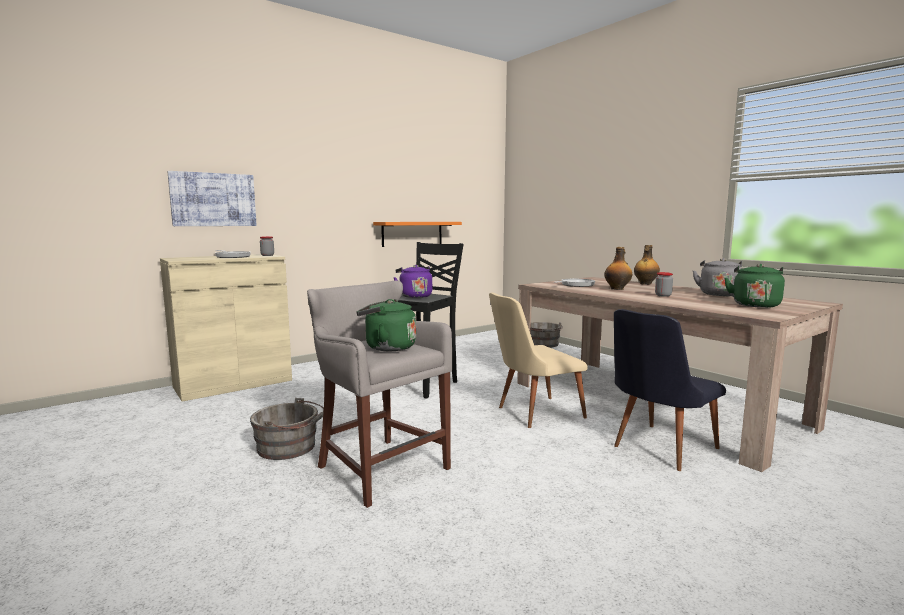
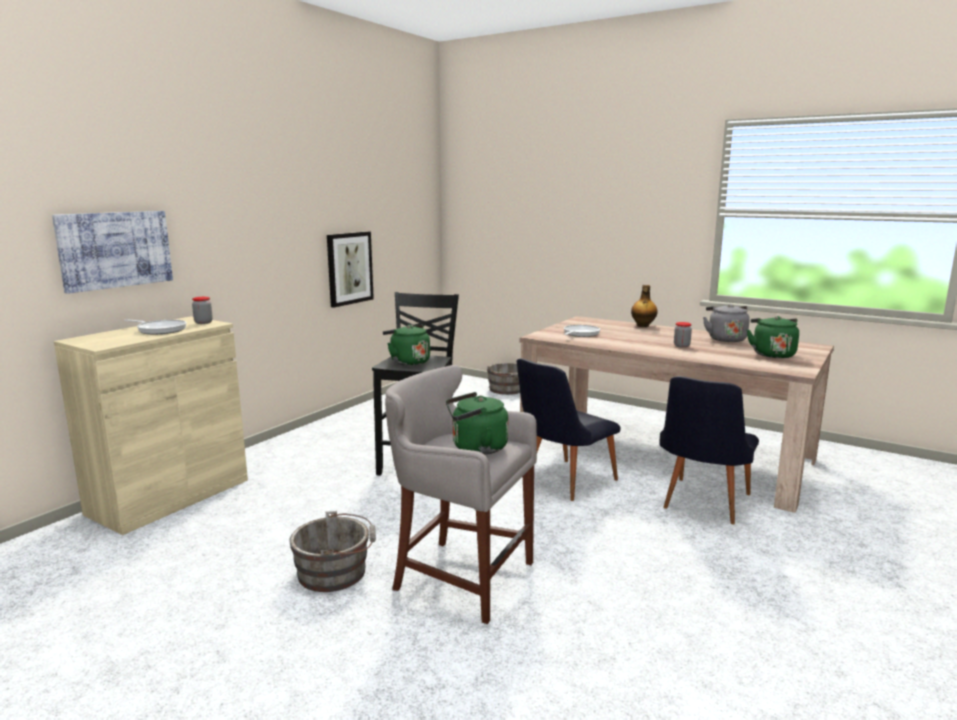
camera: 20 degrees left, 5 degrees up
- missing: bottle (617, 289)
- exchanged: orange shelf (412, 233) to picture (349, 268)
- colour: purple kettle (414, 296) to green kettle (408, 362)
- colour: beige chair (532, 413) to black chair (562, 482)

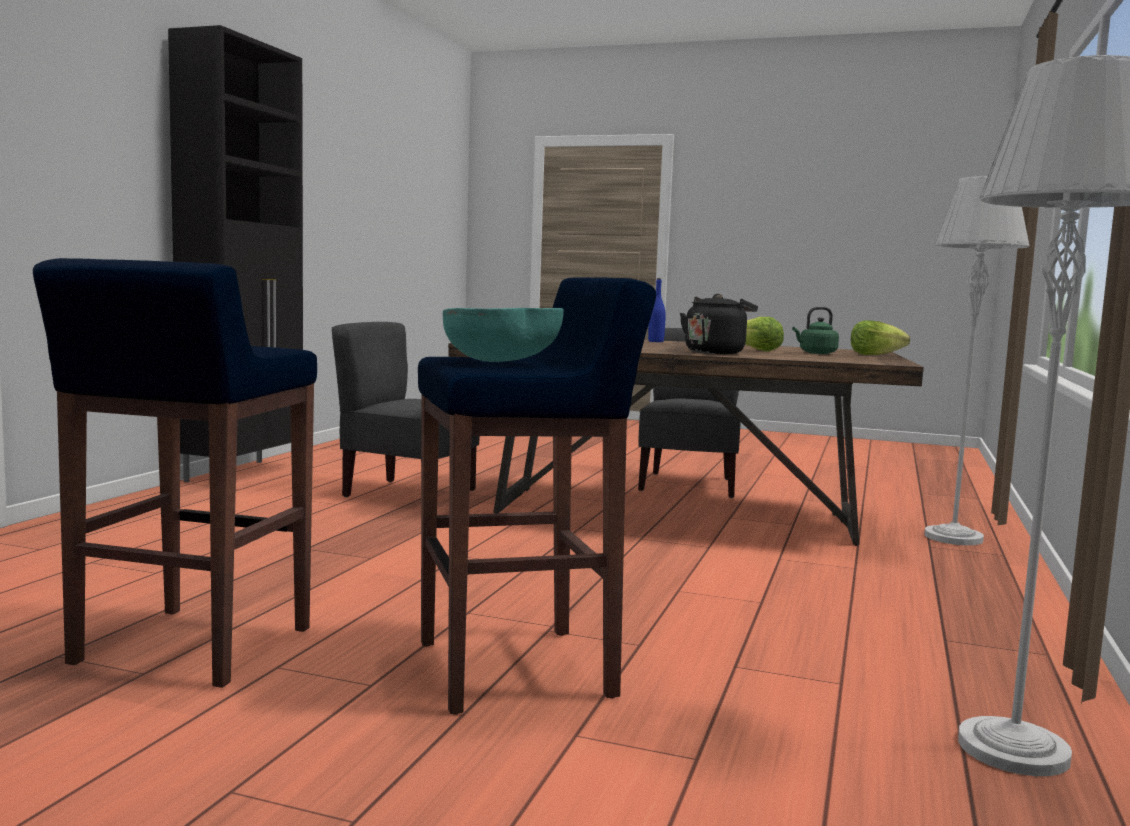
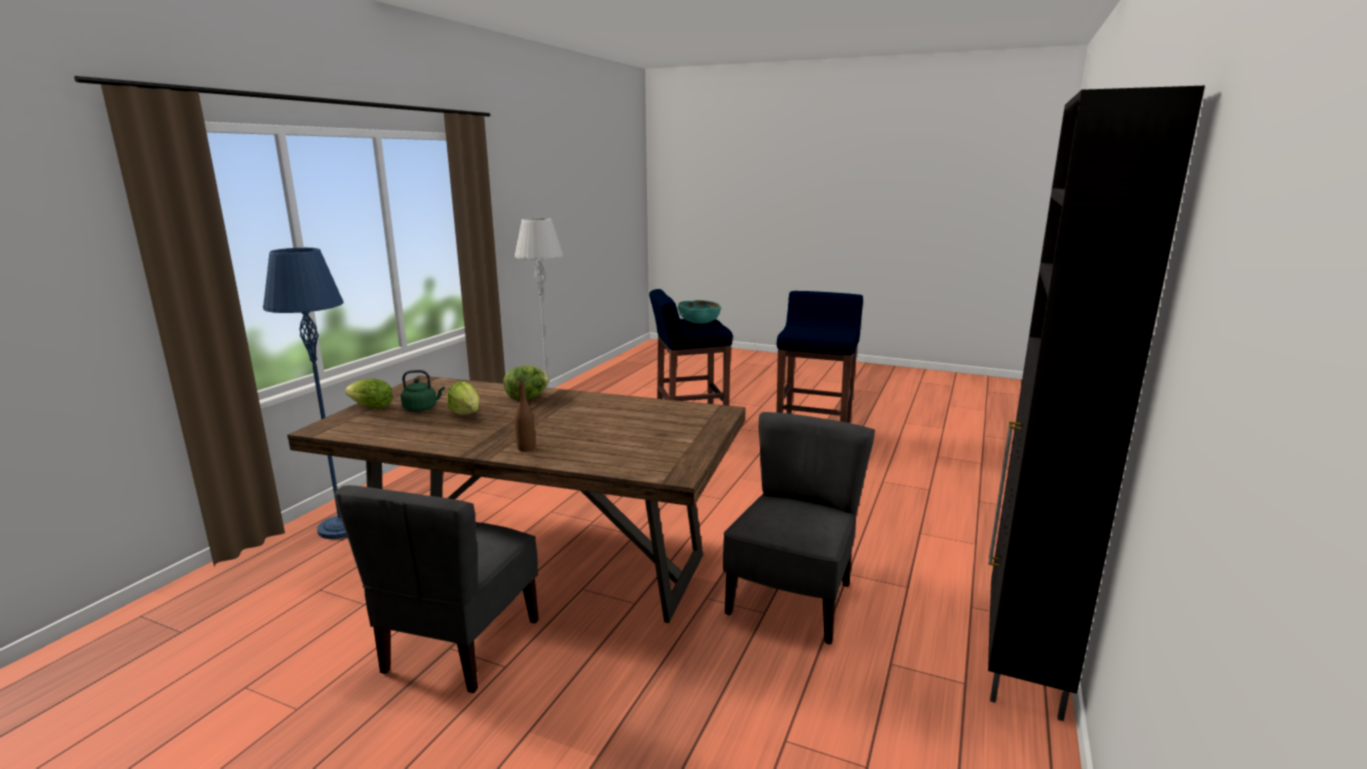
camera: 175 degrees left, 10 degrees up
- exchanged: black kettle (716, 352) to lettuce (527, 398)
- colour: blue bottle (655, 341) to brown bottle (526, 448)
- colour: grey floor lamp (953, 537) to blue floor lamp (341, 528)
- spun: grey chair (408, 494) = (792, 600) 90 degrees counterclockwise

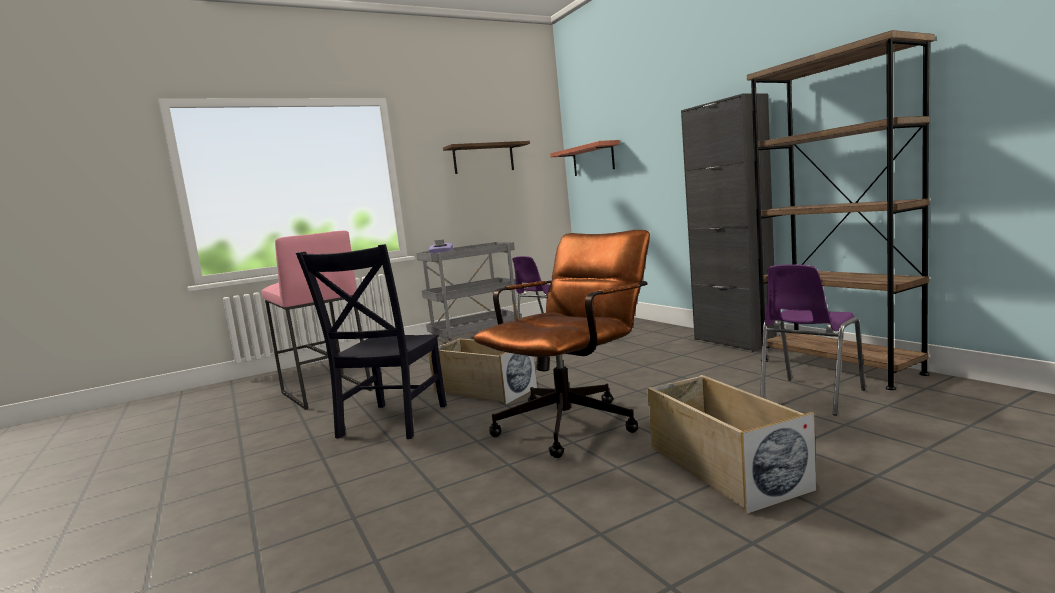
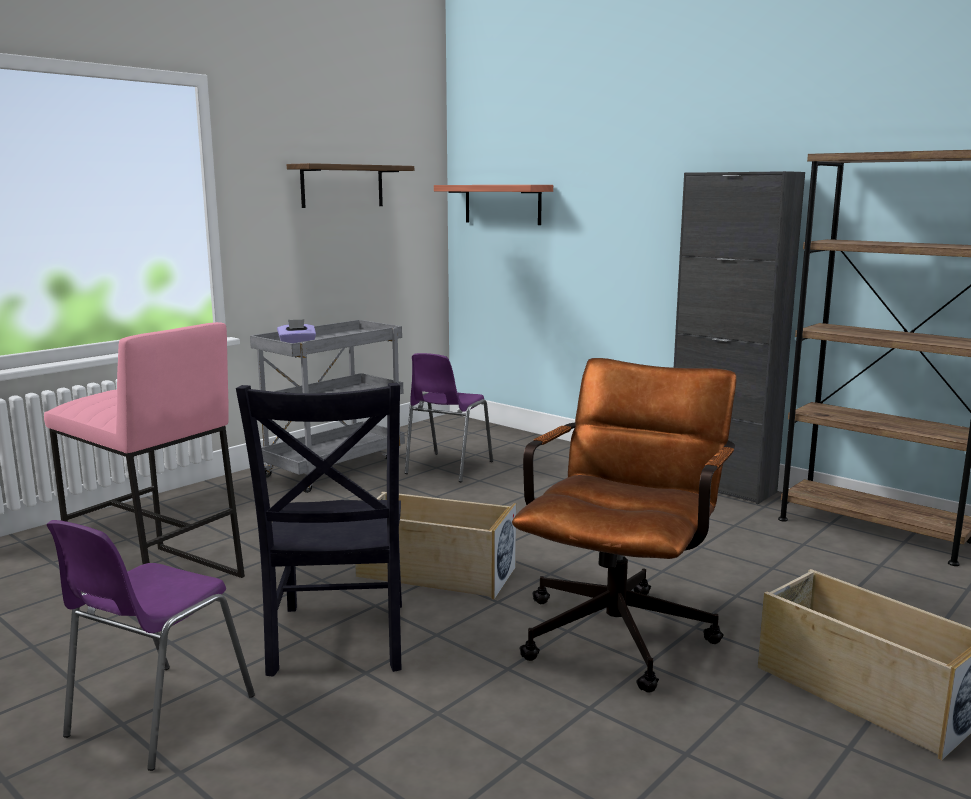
camera: 20 degrees left, 5 degrees up
- relocated: purple chair (809, 397) to (156, 717)

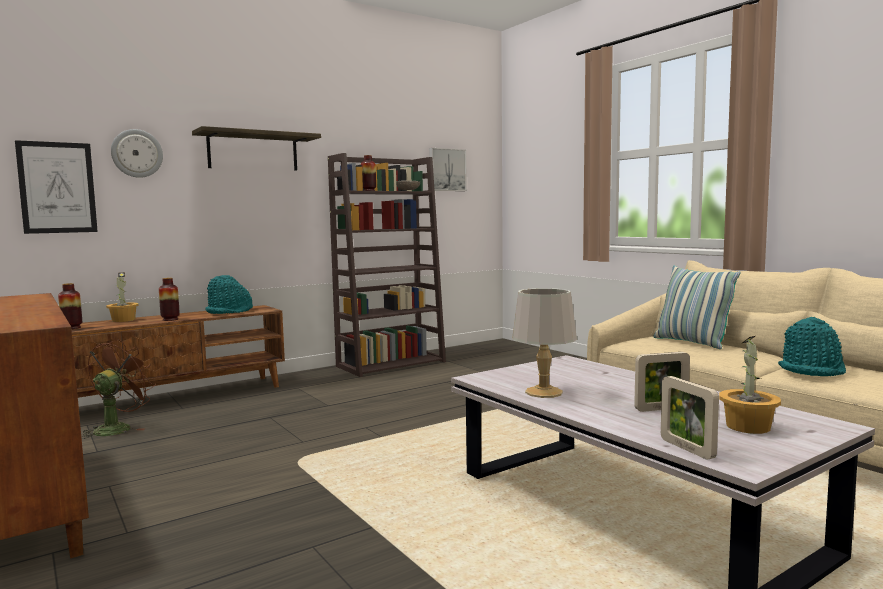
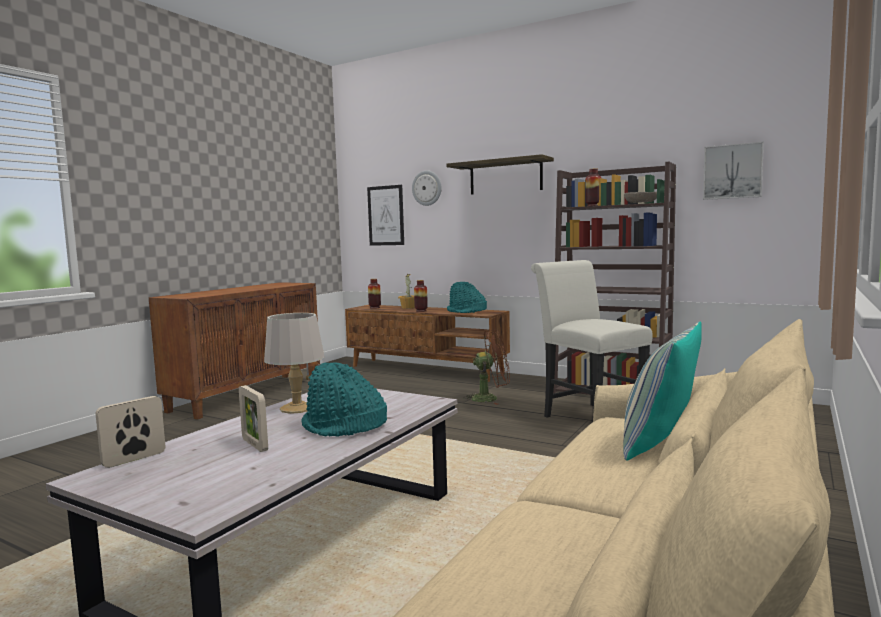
camera: 65 degrees right, 0 degrees up
- missing: potted plant (748, 427)
- appeared: white chair (589, 417)
- relocated: brown fan (118, 428) to (490, 398)
- relocated: turquoise hat (812, 370) to (344, 427)

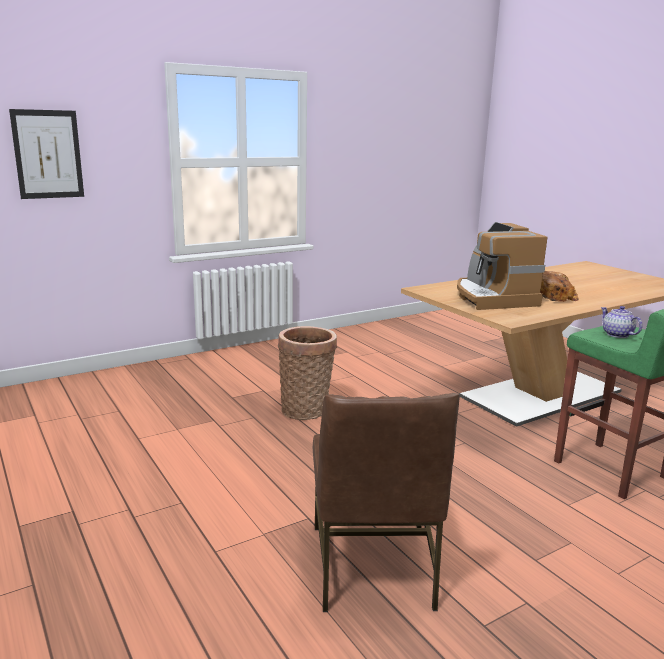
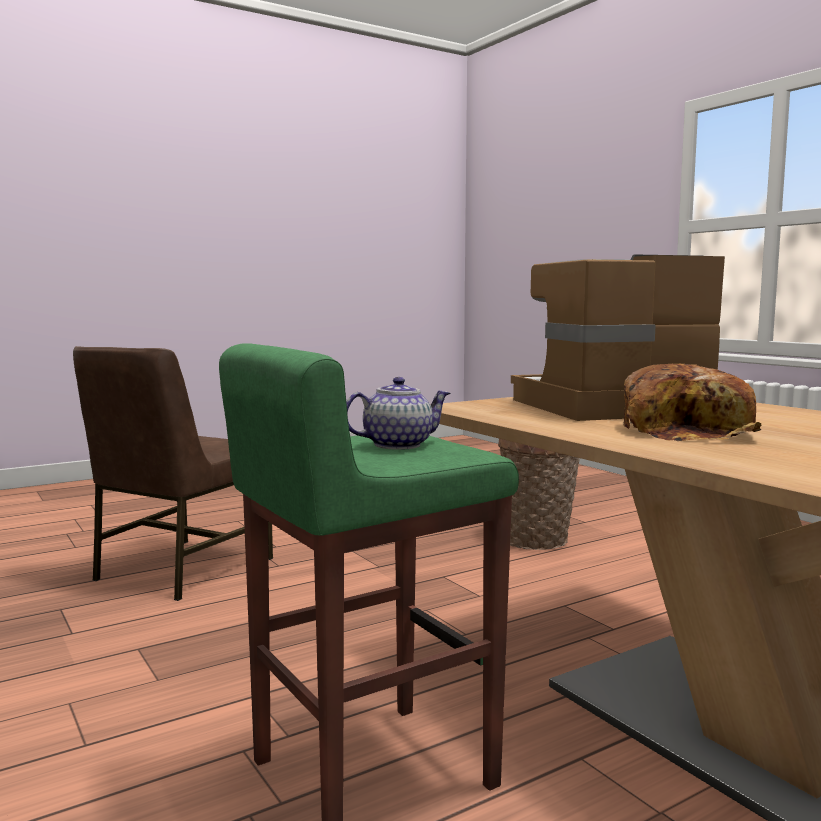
camera: 90 degrees right, 10 degrees down
- missing: picture (48, 154)
- spun: brown chair (373, 567) = (181, 569) 60 degrees counterclockwise

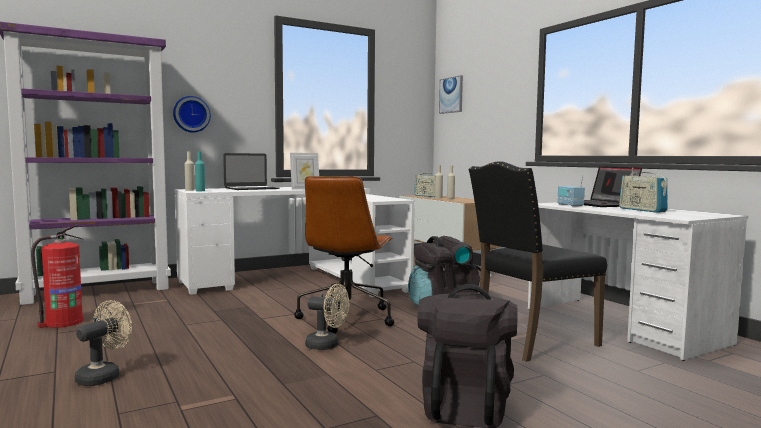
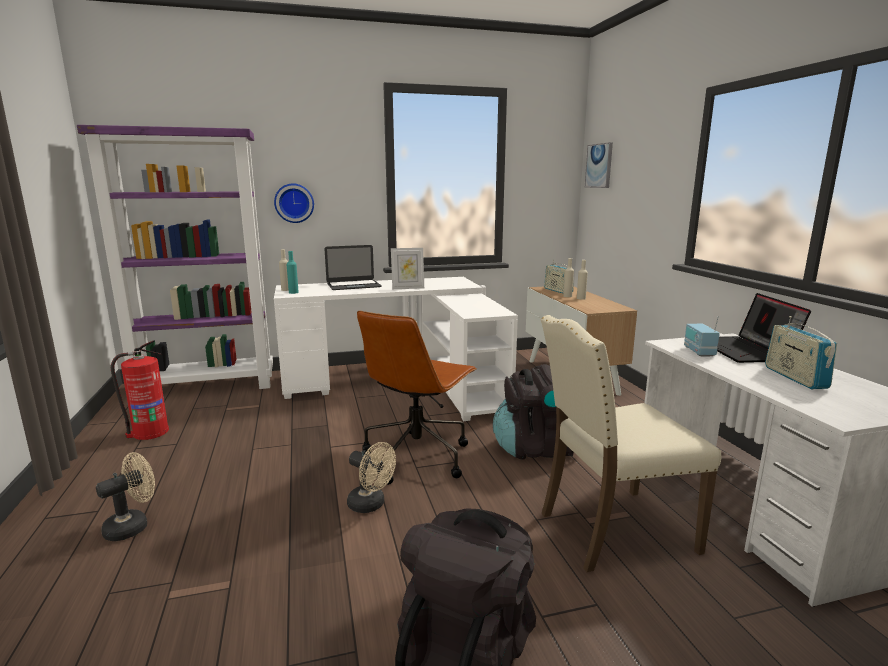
camera: 15 degrees right, 10 degrees up
- colour: black chair (531, 341) to beige chair (612, 530)

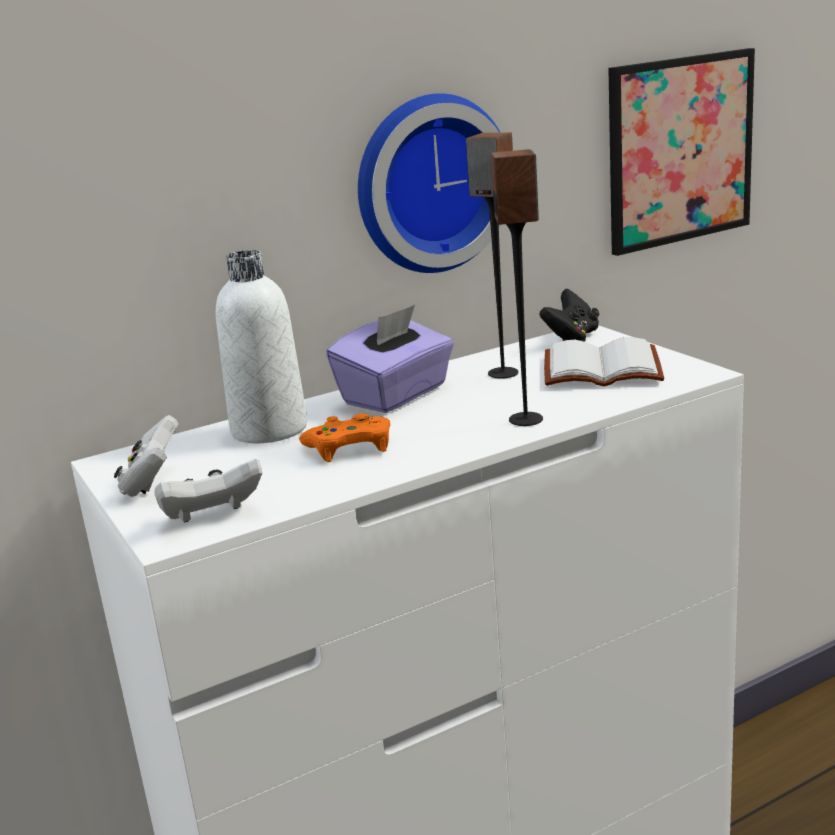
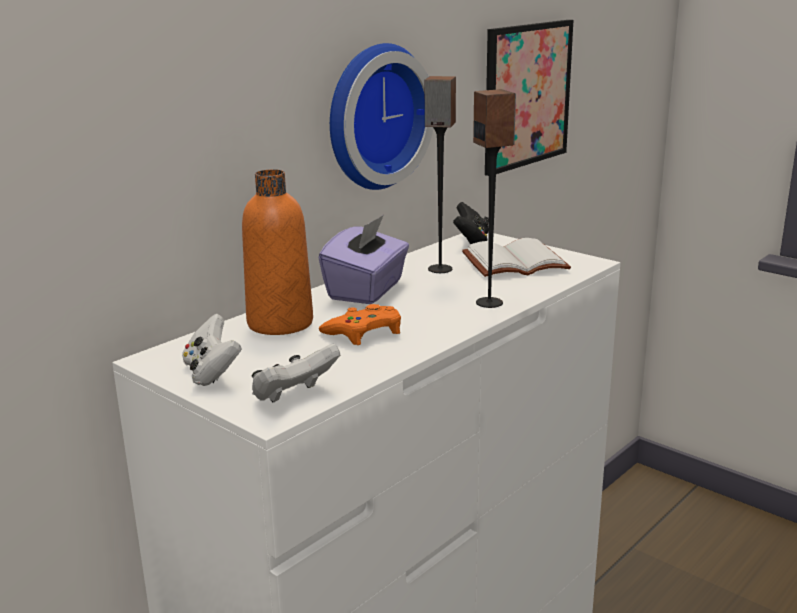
camera: 20 degrees left, 0 degrees up
- colour: white bottle (269, 429) to orange bottle (280, 323)

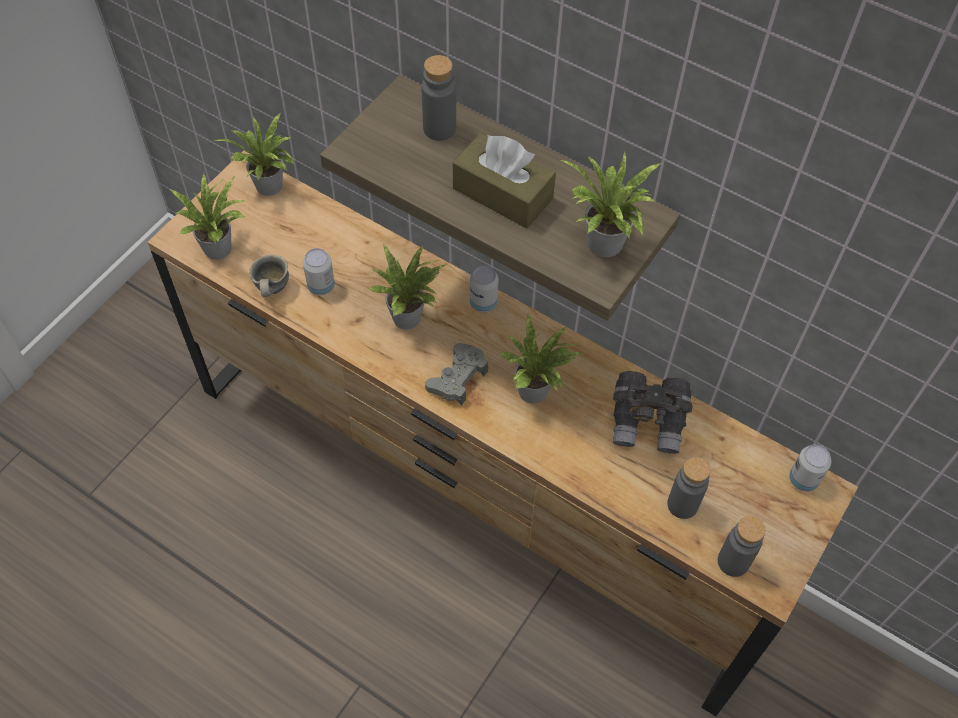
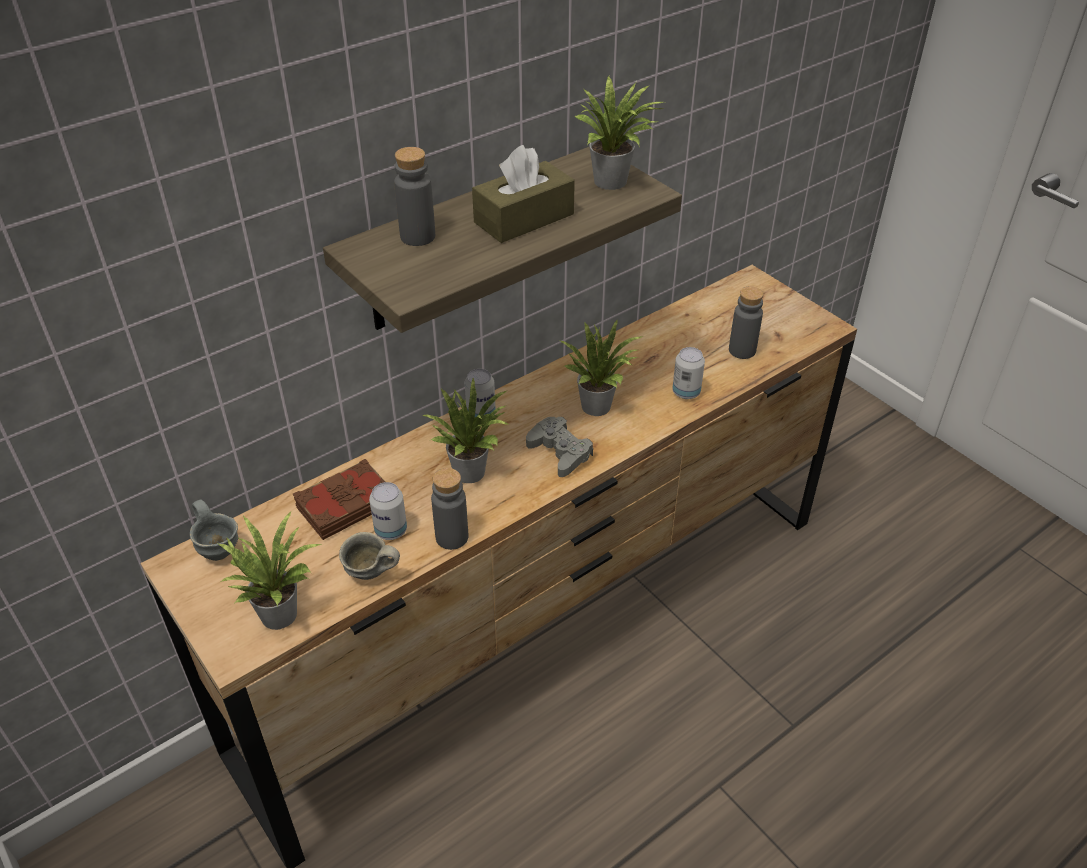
camera: 70 degrees left, 15 degrees down
- missing: grey binoculars (648, 421)
- appeared: brown book (345, 504)
- relocated: grey bottle (733, 561) to (452, 537)
- relocated: can (803, 479) to (686, 392)
- exchanged: potted plant (270, 188) to grey mug (220, 548)

